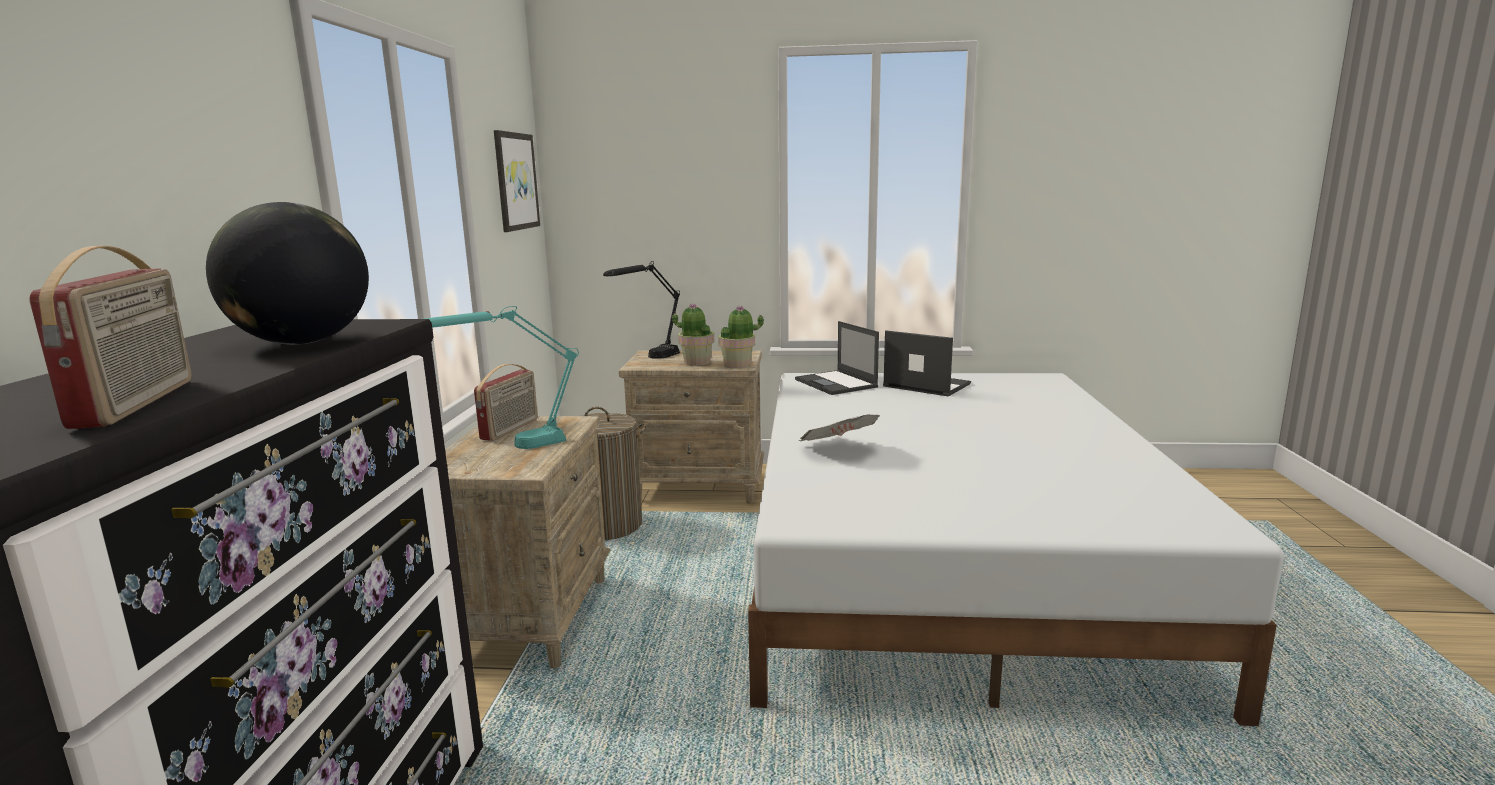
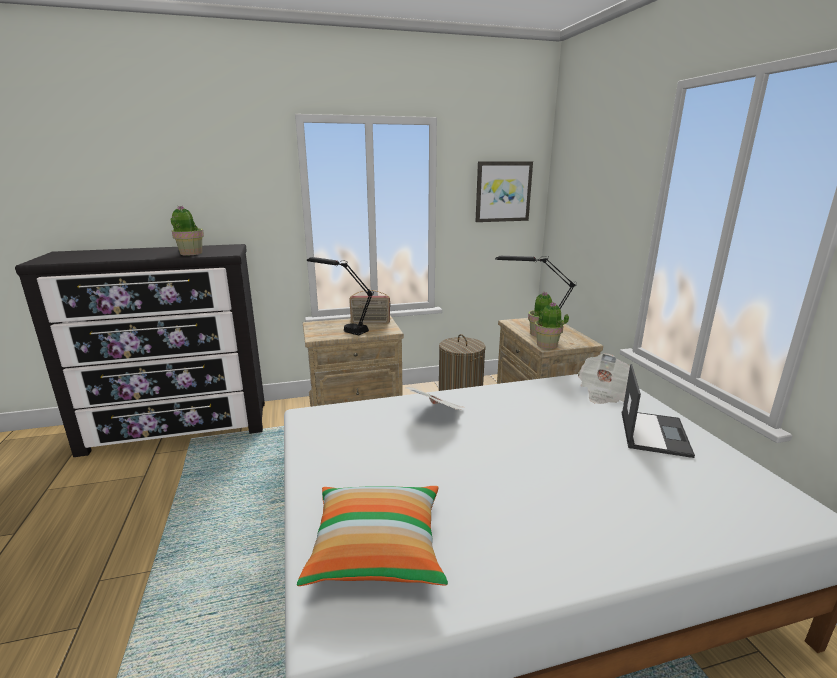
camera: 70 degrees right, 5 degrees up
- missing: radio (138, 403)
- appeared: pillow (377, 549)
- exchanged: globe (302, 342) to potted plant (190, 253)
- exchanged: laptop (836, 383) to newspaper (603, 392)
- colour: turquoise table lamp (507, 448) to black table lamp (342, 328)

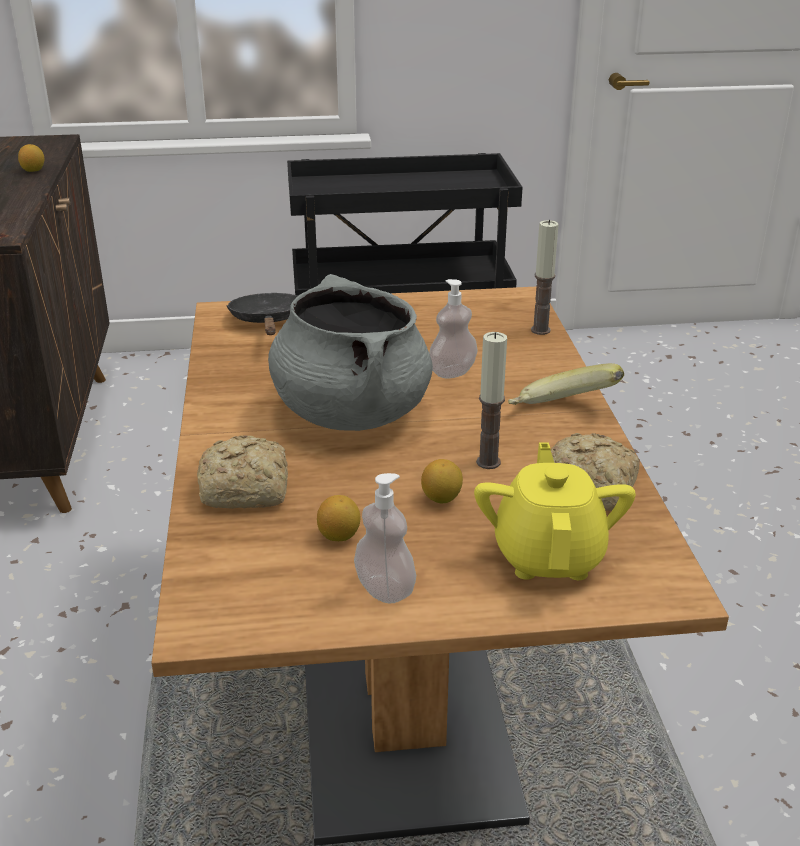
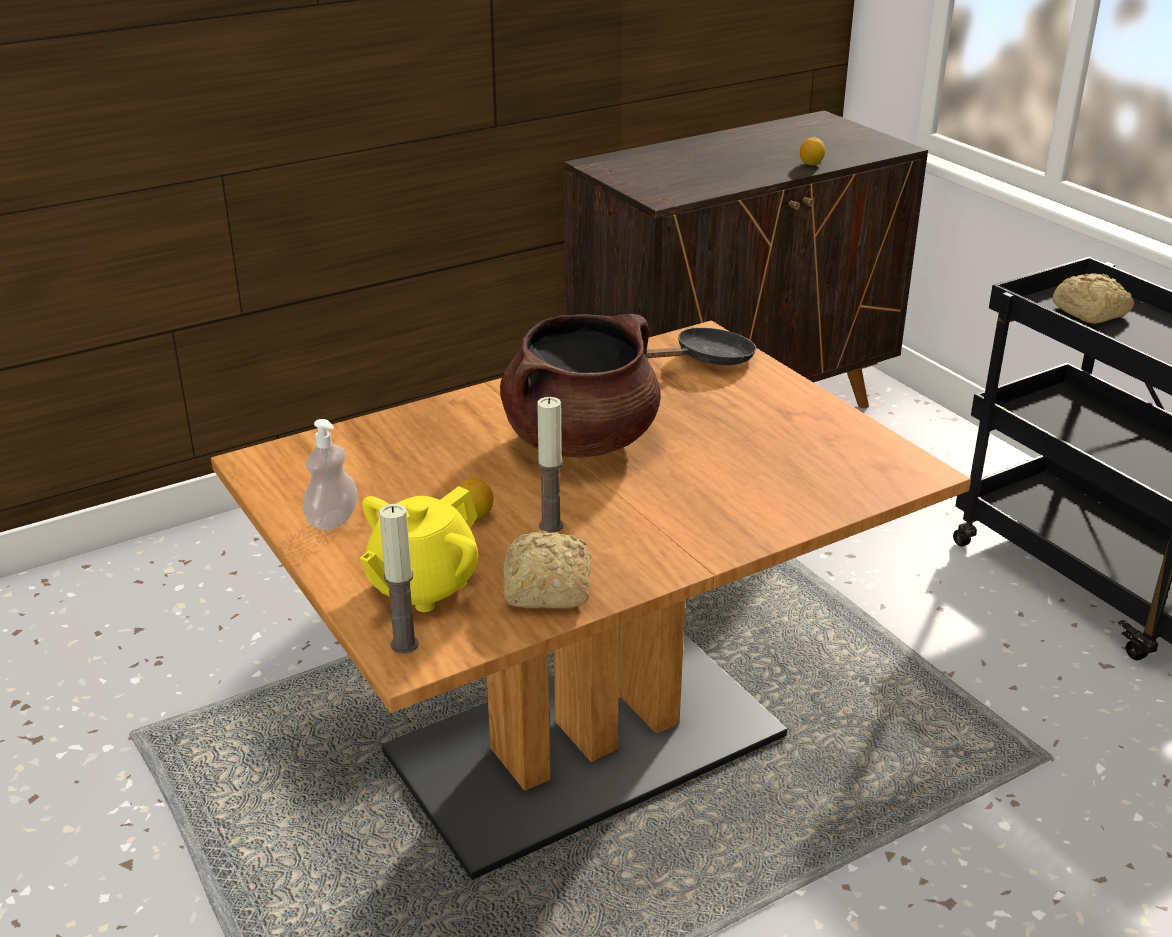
camera: 65 degrees right, 0 degrees up
- missing: lemon (339, 536)
- missing: soap dispenser (452, 372)
- missing: banana (562, 413)
- relocated: bread (248, 490) to (1090, 312)
- relocated: candle (540, 330) to (404, 644)
- colour: grey cooking pot (351, 412) to brown cooking pot (581, 440)
- spun: yellow teapot (549, 556) = (422, 586) 150 degrees clockwise

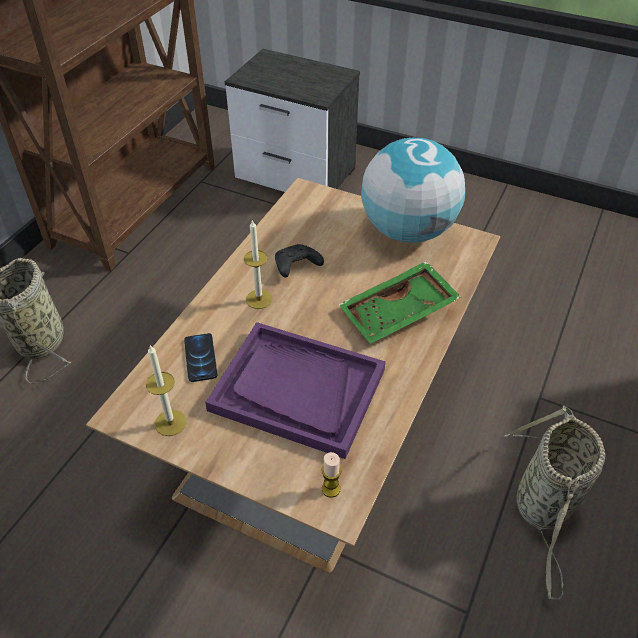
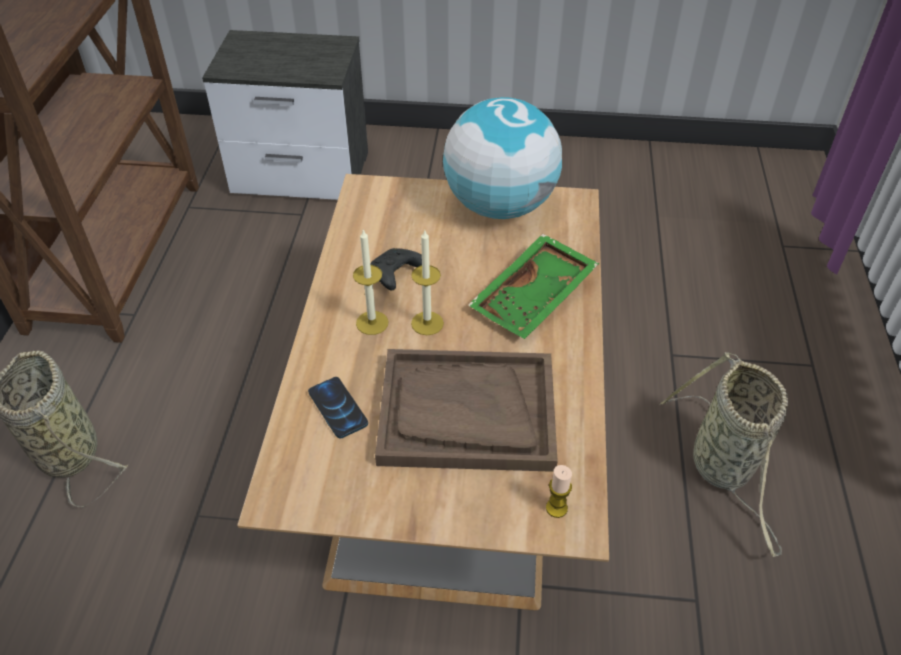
camera: 20 degrees left, 0 degrees up
- relocated: candle (170, 423) to (427, 323)
- colour: purple tray (297, 390) to brown tray (466, 413)

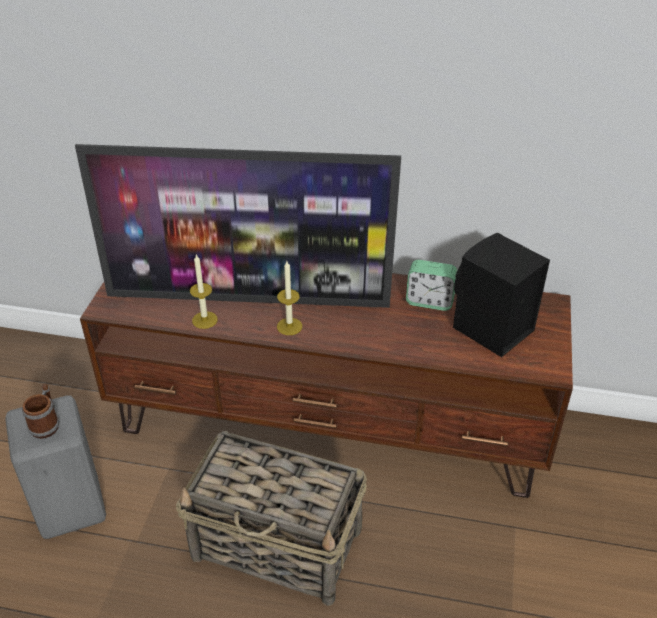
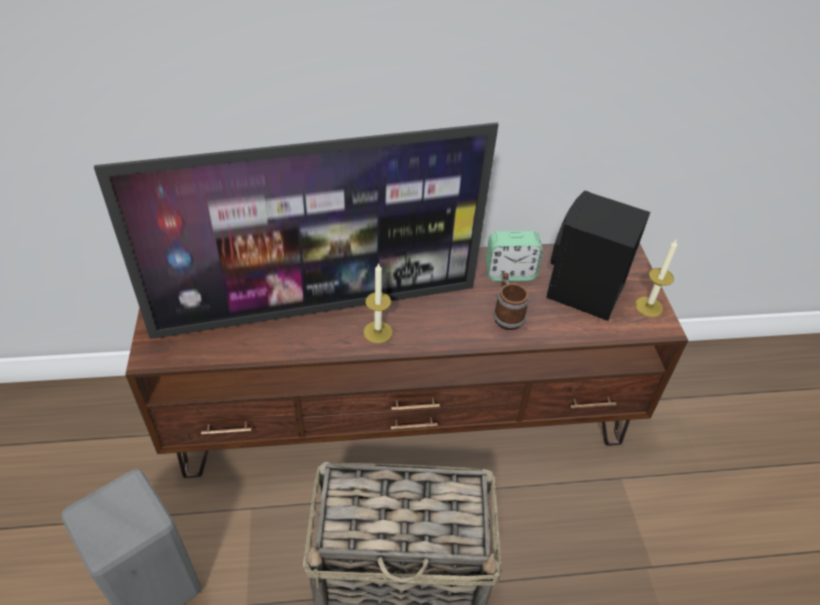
camera: 20 degrees left, 5 degrees up
- relocated: mug (46, 423) to (506, 315)
- relocated: candle (204, 320) to (648, 307)

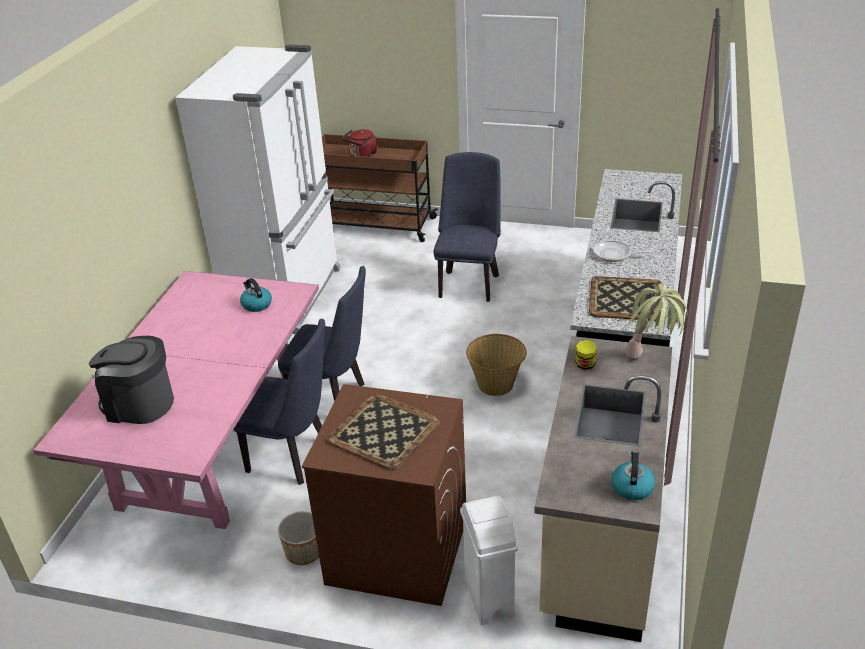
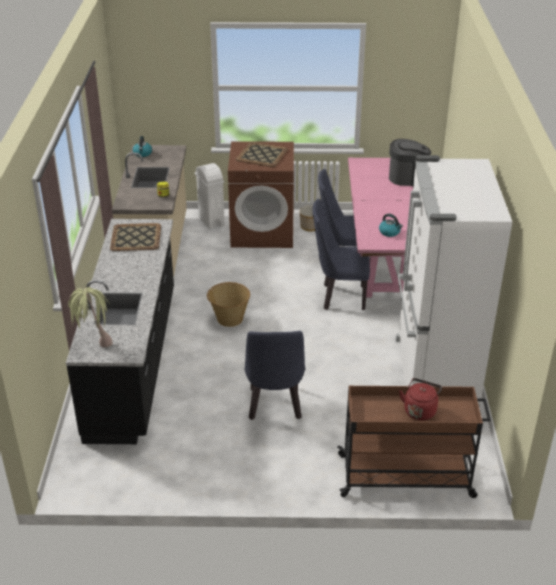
camera: 165 degrees right, 0 degrees up
- missing: frying pan (615, 255)
- relocated: potted plant (652, 363) to (93, 341)

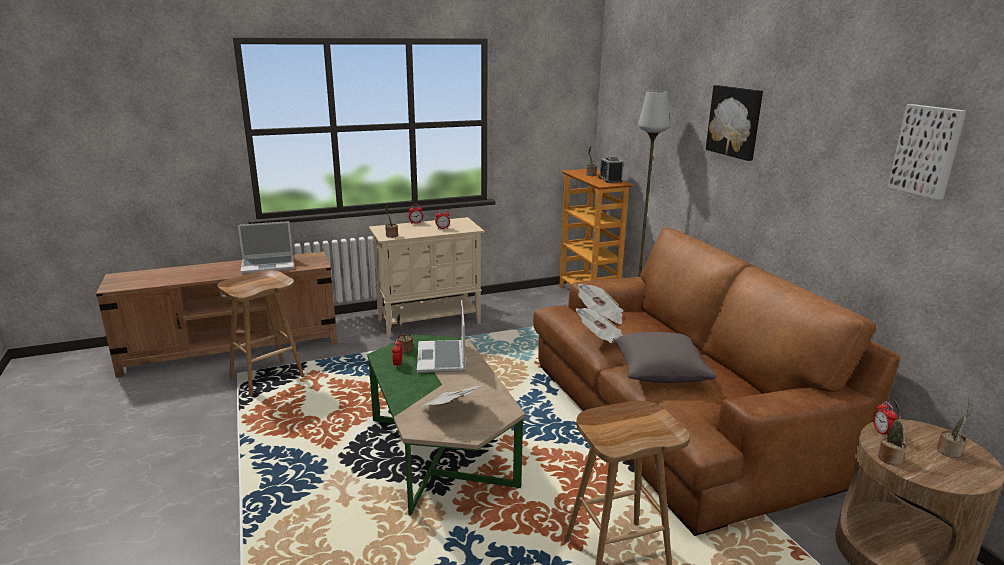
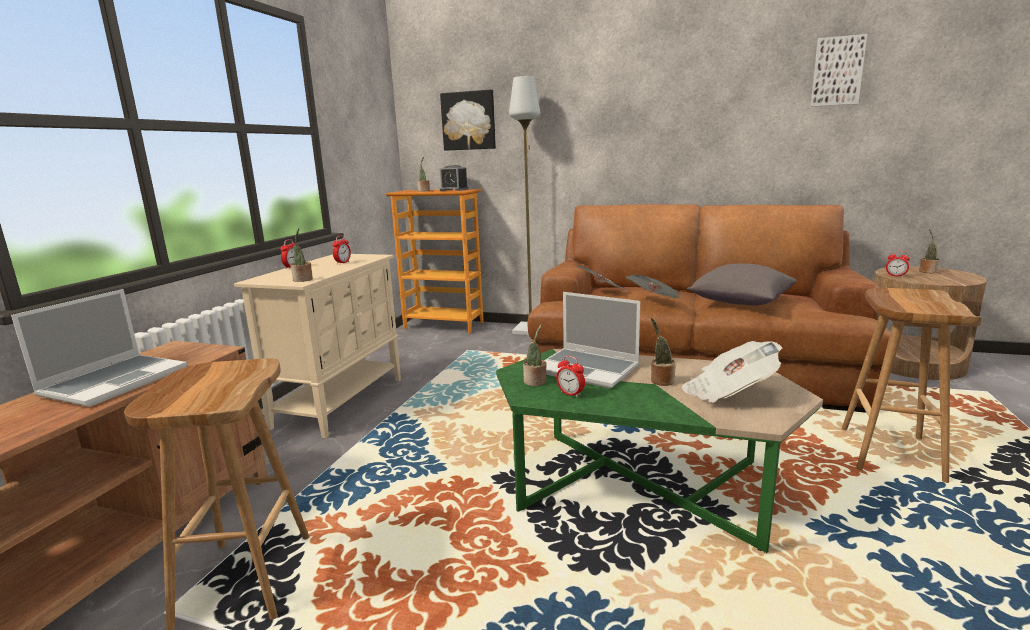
camera: 50 degrees left, 5 degrees down
- relocated: picture (735, 121) to (469, 121)
- relocated: potted plant (888, 457) to (661, 380)

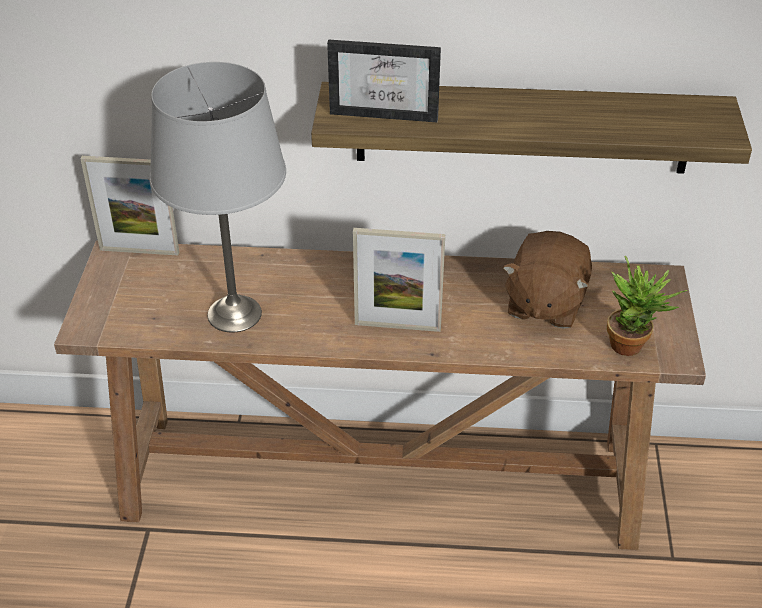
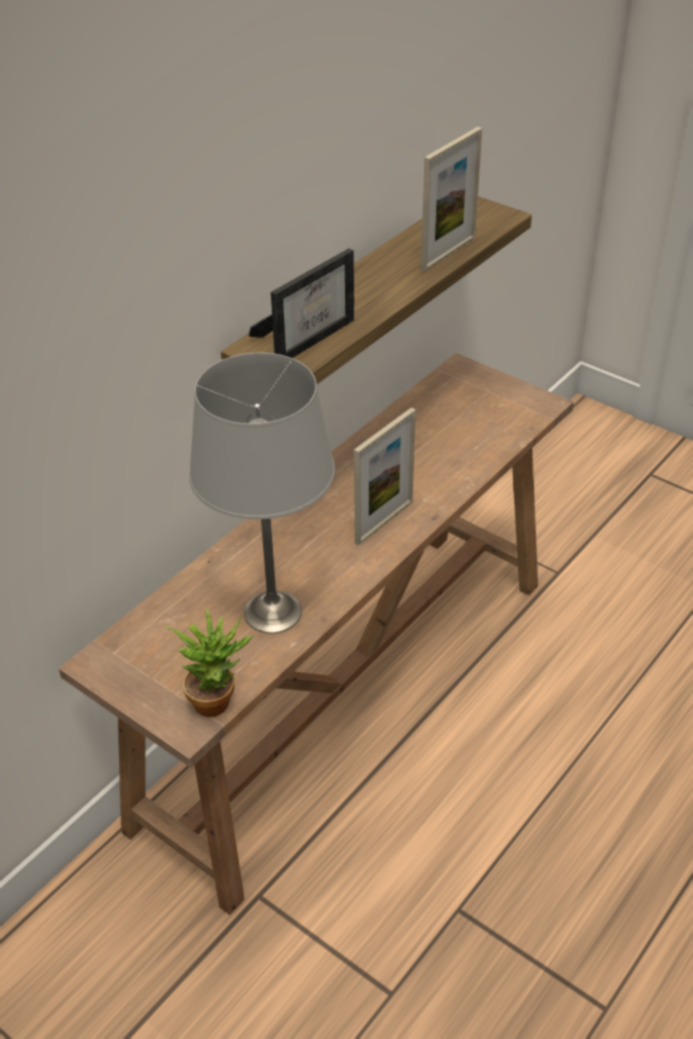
camera: 55 degrees left, 0 degrees up
- missing: brown plush toy (544, 304)
- relocated: picture frame (139, 251) to (448, 253)
- relocated: potted plant (633, 346) to (217, 699)

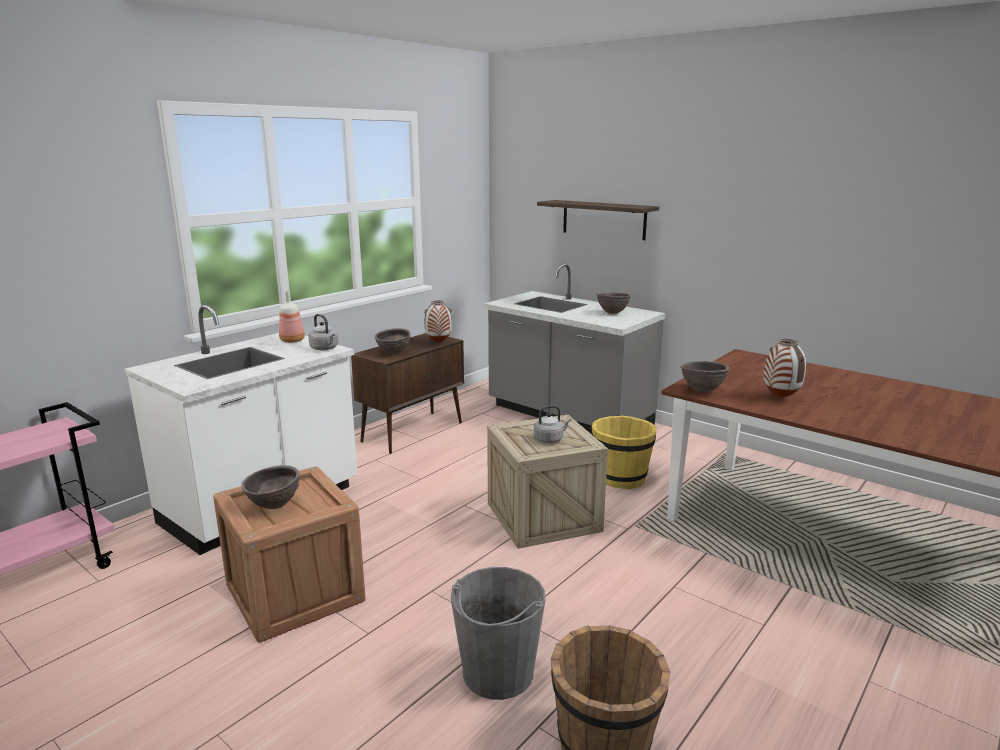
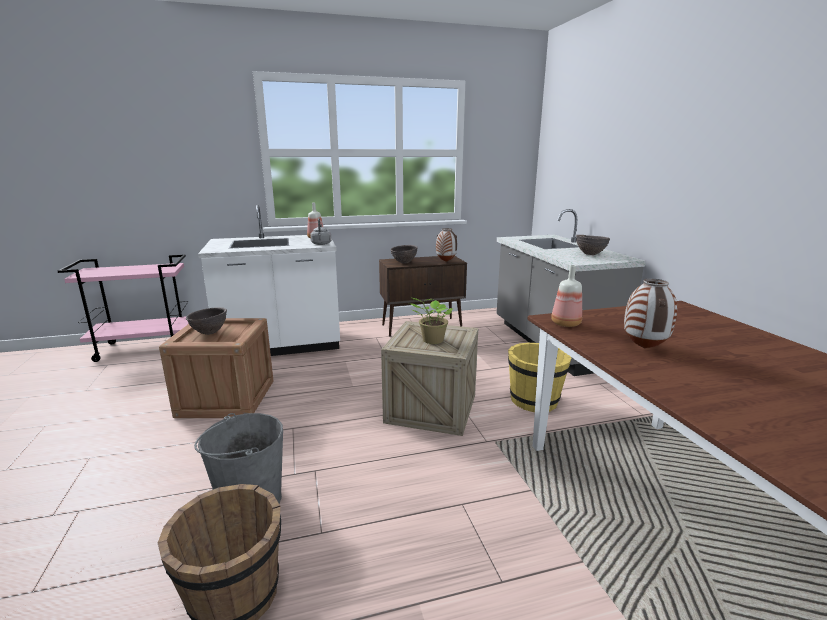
camera: 35 degrees right, 0 degrees up
- missing: shelf (603, 219)
- exchanged: grey kettle (550, 439) to potted plant (431, 340)
- exchanged: brown bowl (702, 391) to bottle (565, 324)

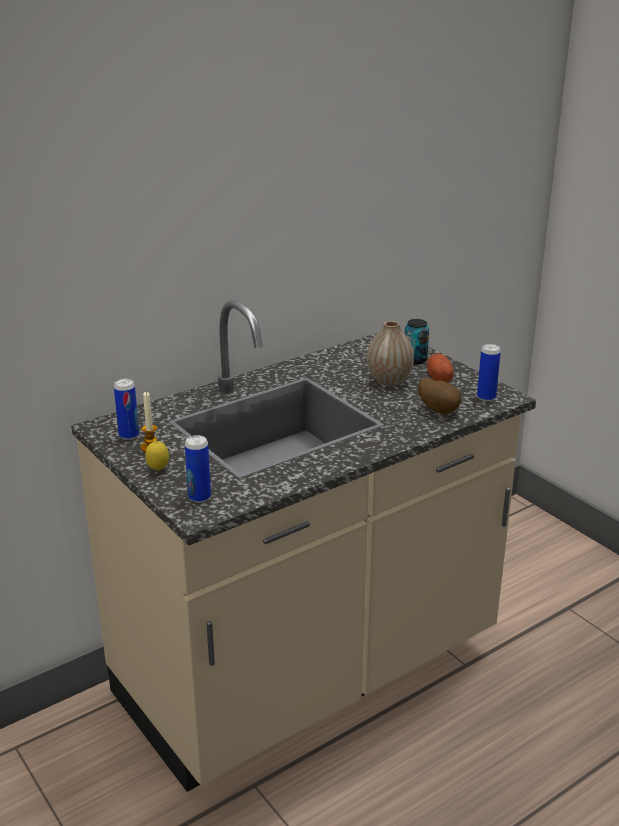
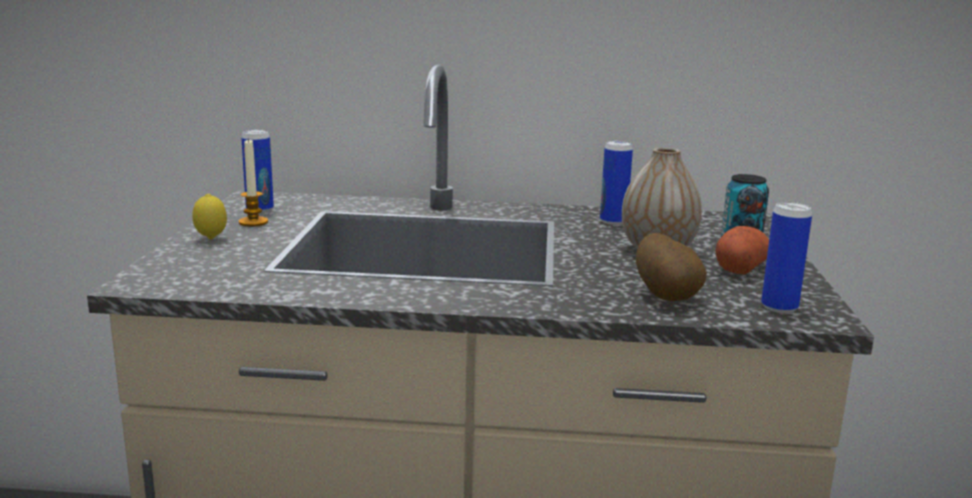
camera: 40 degrees right, 10 degrees down
- relocated: can (199, 497) to (613, 221)

